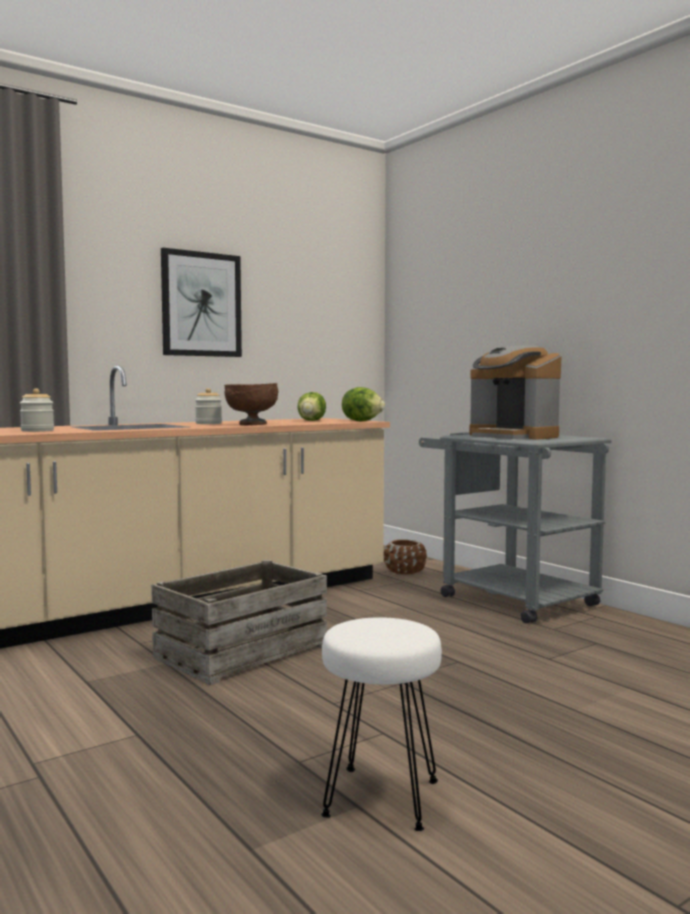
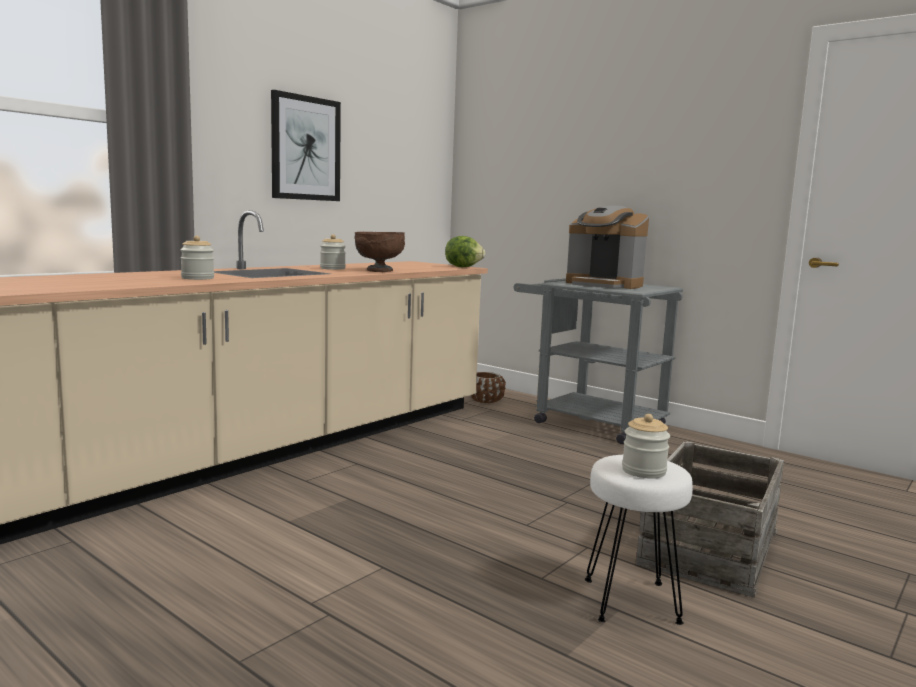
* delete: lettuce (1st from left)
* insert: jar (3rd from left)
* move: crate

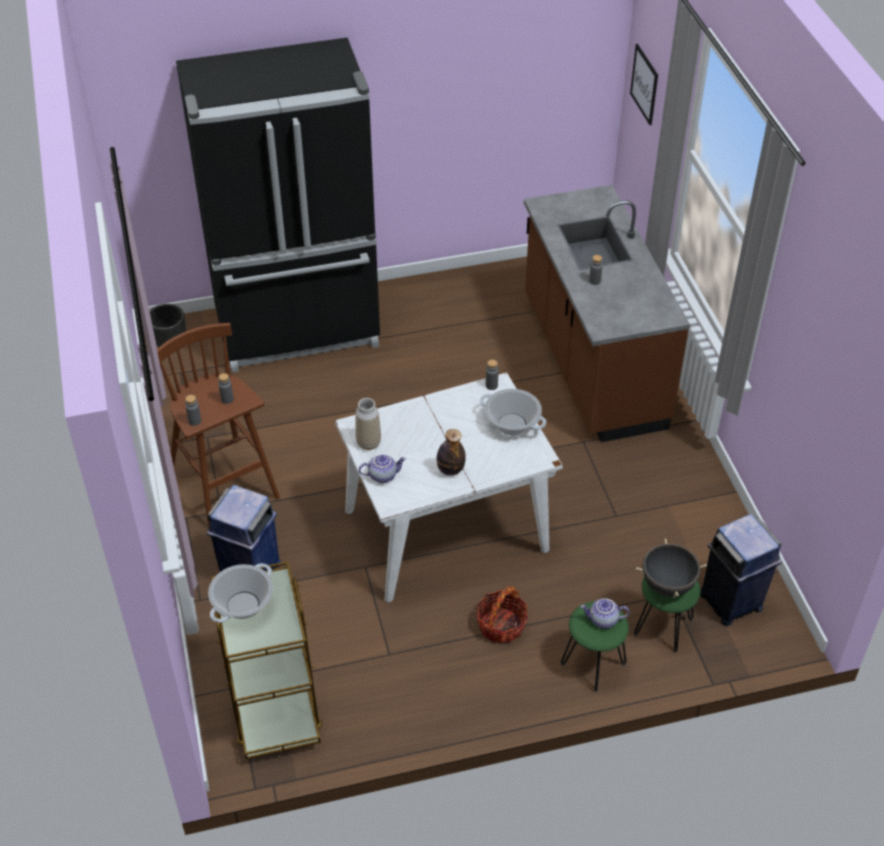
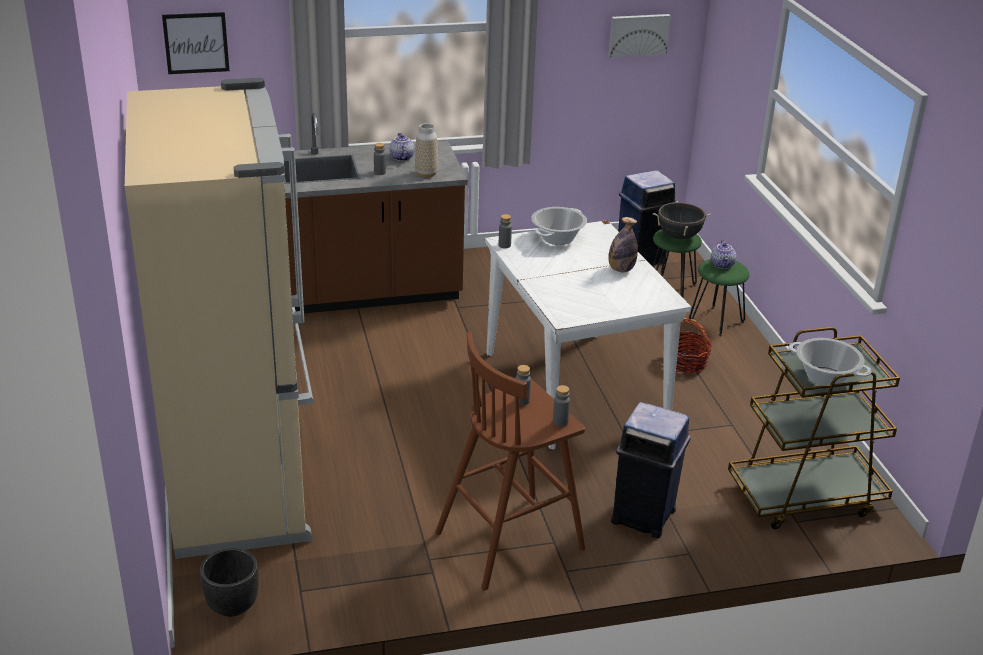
* insert: picture (2nd from left)
* move: vase
* move: teapot (1st from left)
* recolor: black fridge to beige fridge

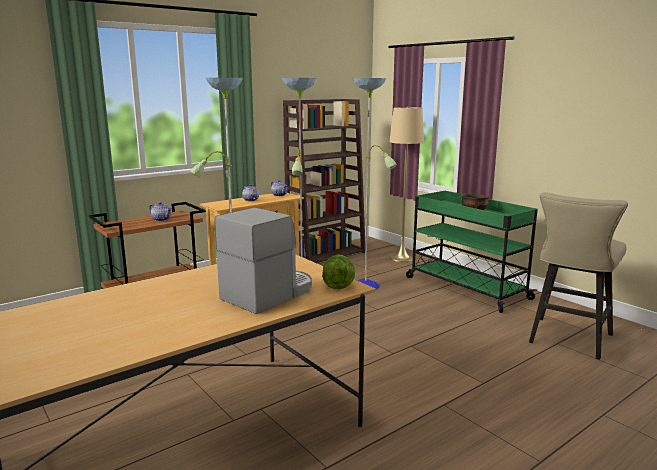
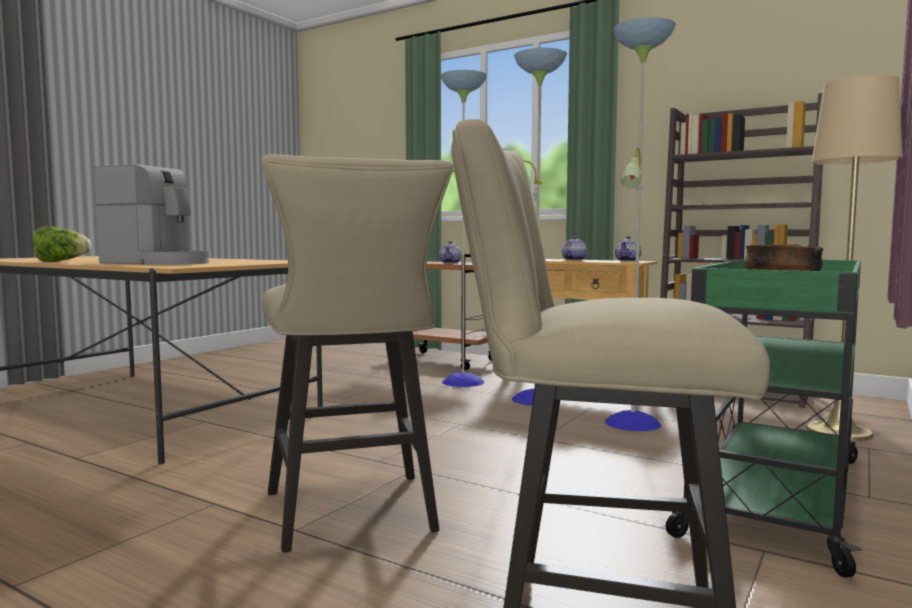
* insert: beige stool (1st from left)
* move: lettuce

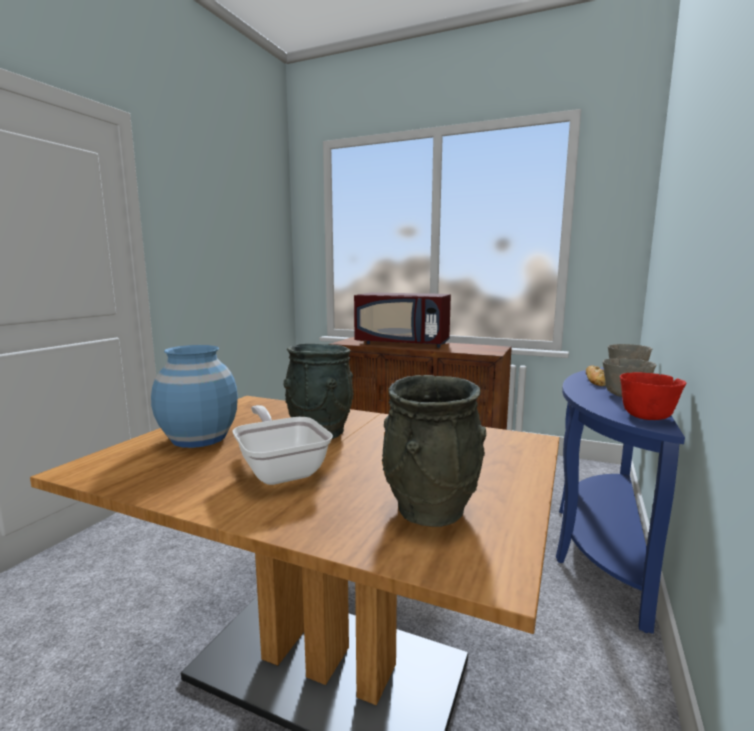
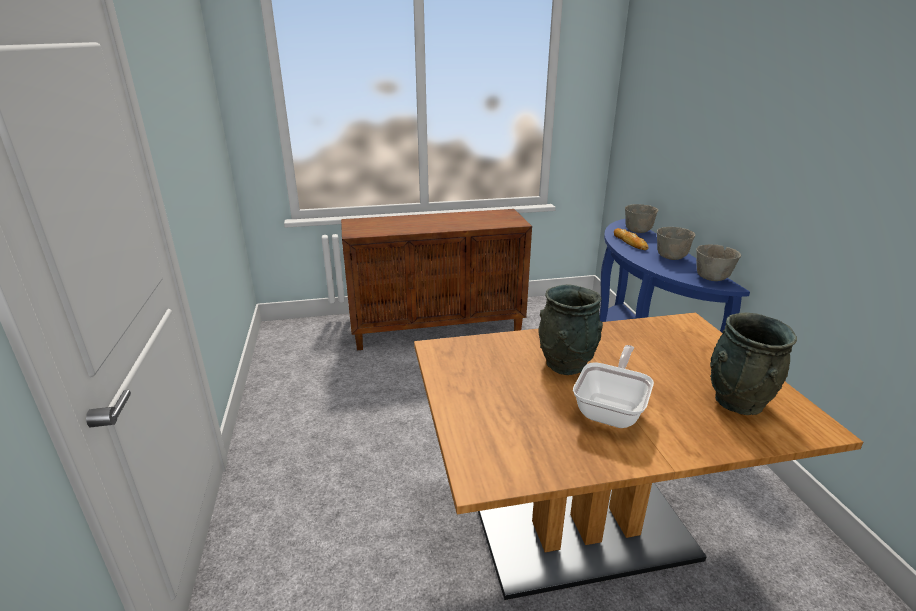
* delete: blue vase
* delete: red microwave
* recolor: red bowl to grey bowl (3rd from left)
* rotate: frying pan 90 degrees clockwise

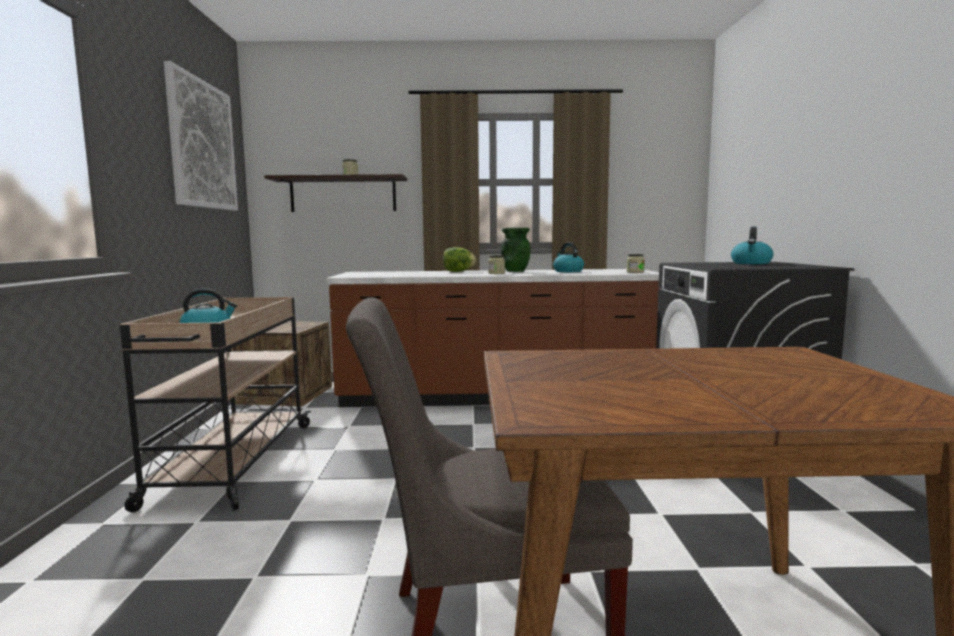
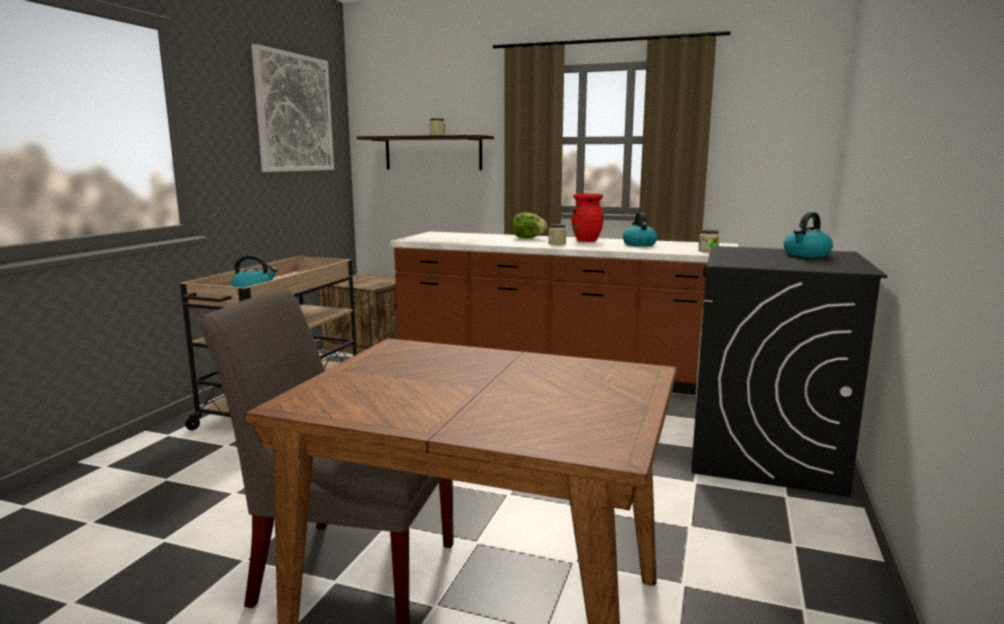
* recolor: green vase to red vase

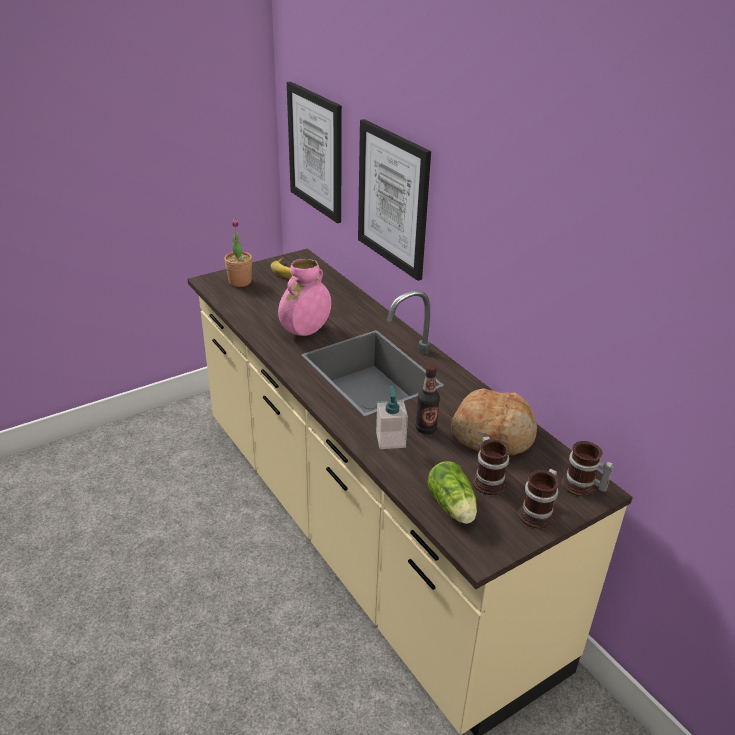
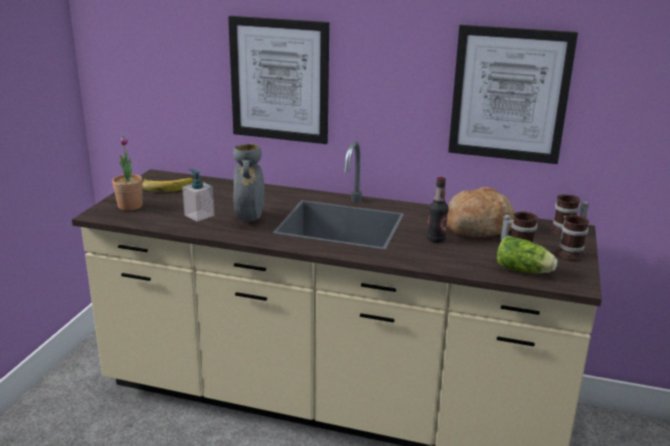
* move: picture (1st from left in the first image) to picture (2nd from left)
* move: soap dispenser
* recolor: pink vase to grey vase

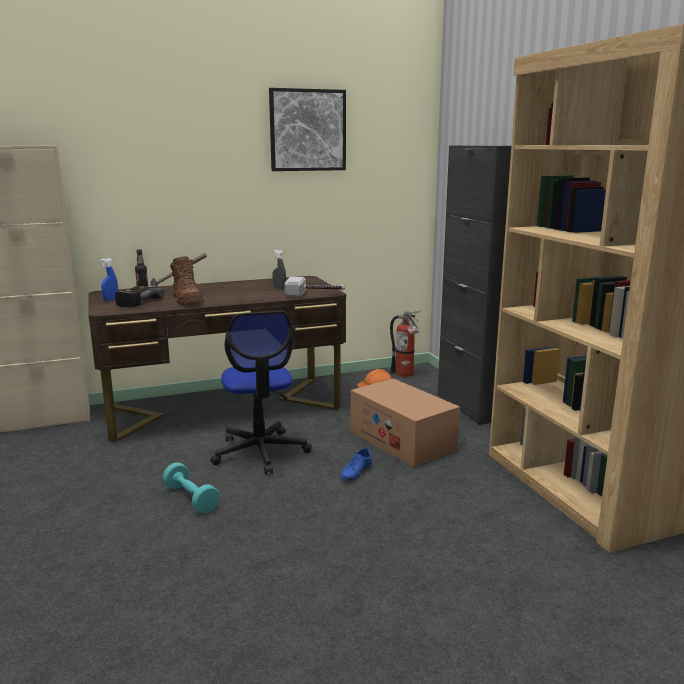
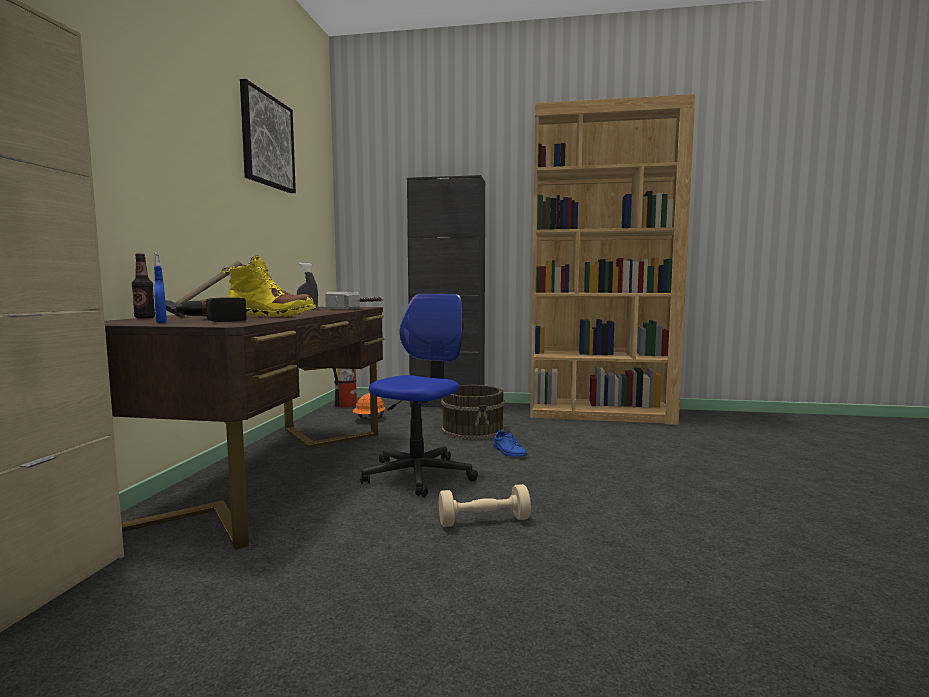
* replace: cardboard box to brown bucket
* recolor: turquoise dumbbell to beige dumbbell
* recolor: brown boot to yellow boot
* rotate: office chair 75 degrees counterclockwise

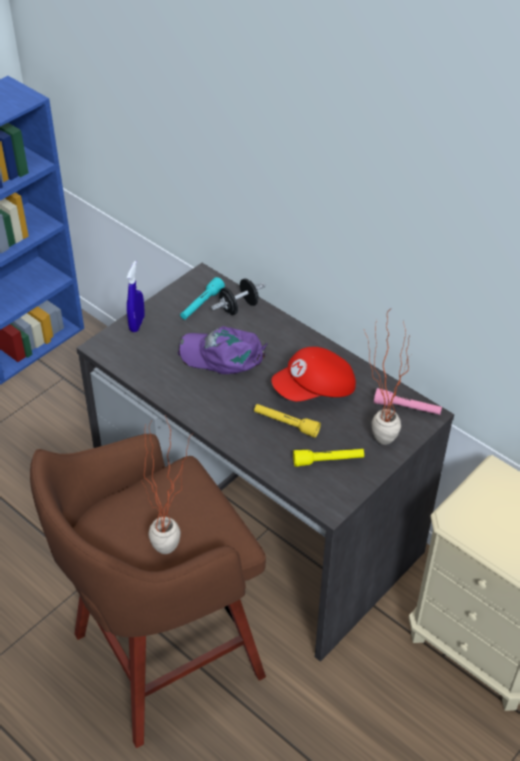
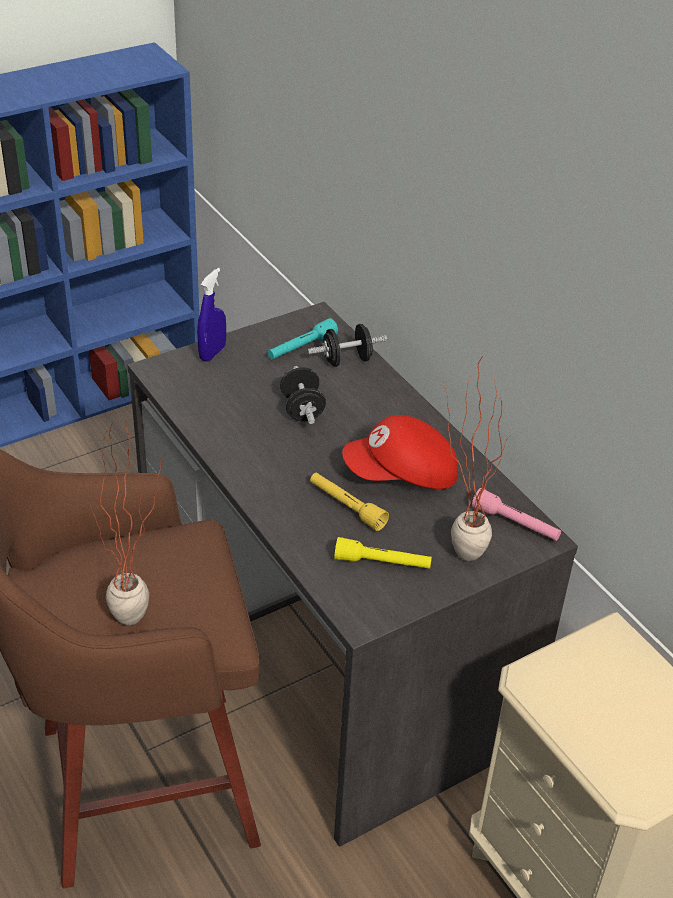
* replace: purple cap to black dumbbell (1st from left)

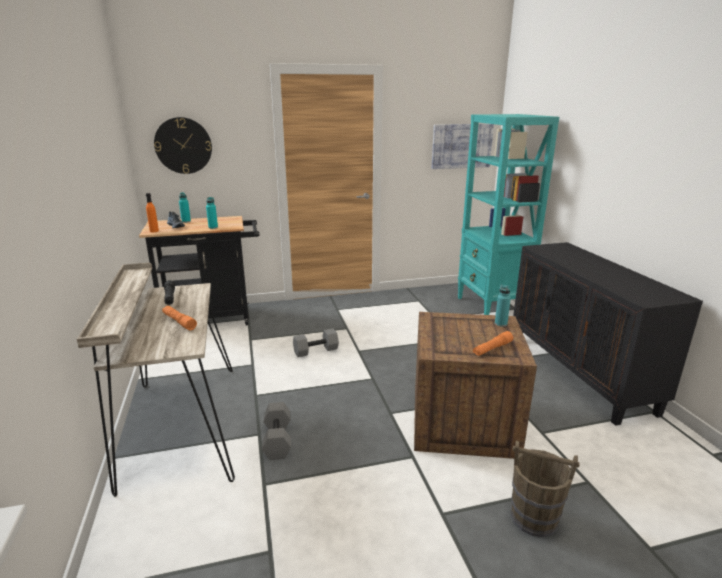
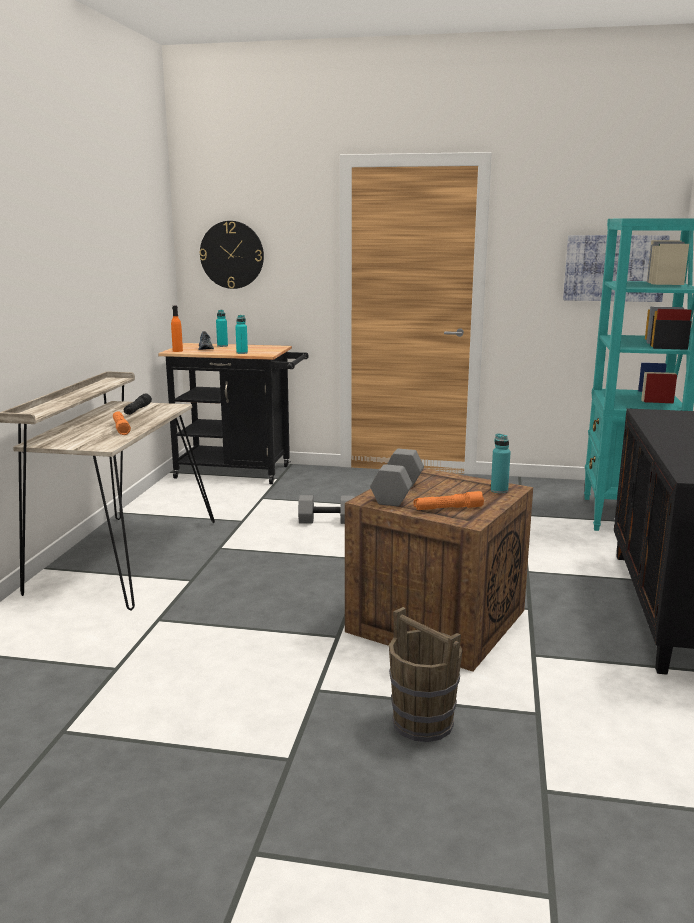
* move: grey dumbbell (1st from left in the first image) to grey dumbbell (2nd from left)

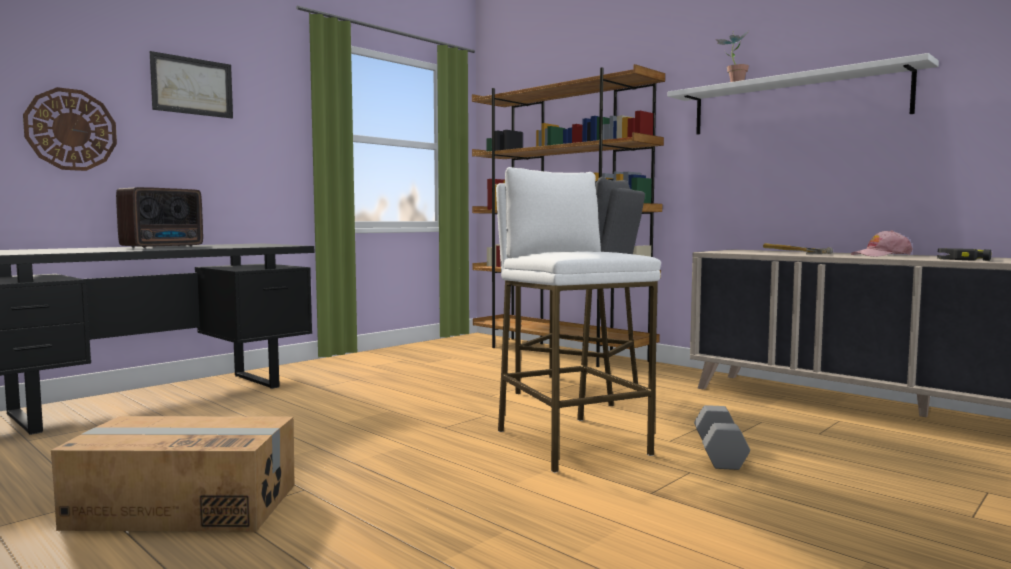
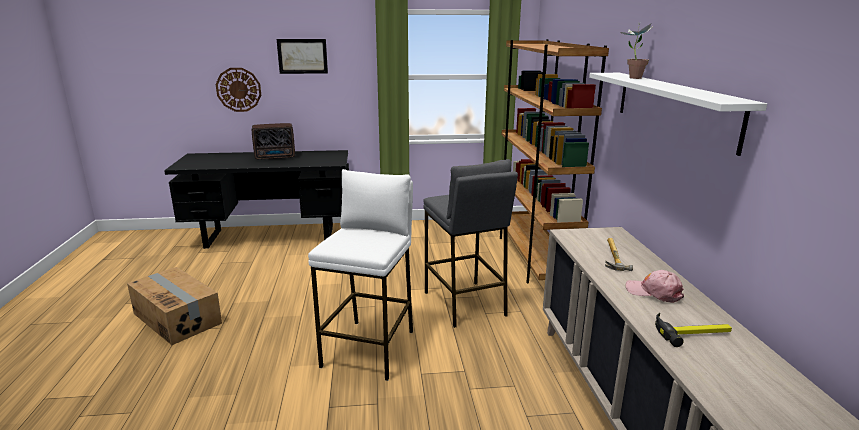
* delete: grey dumbbell

